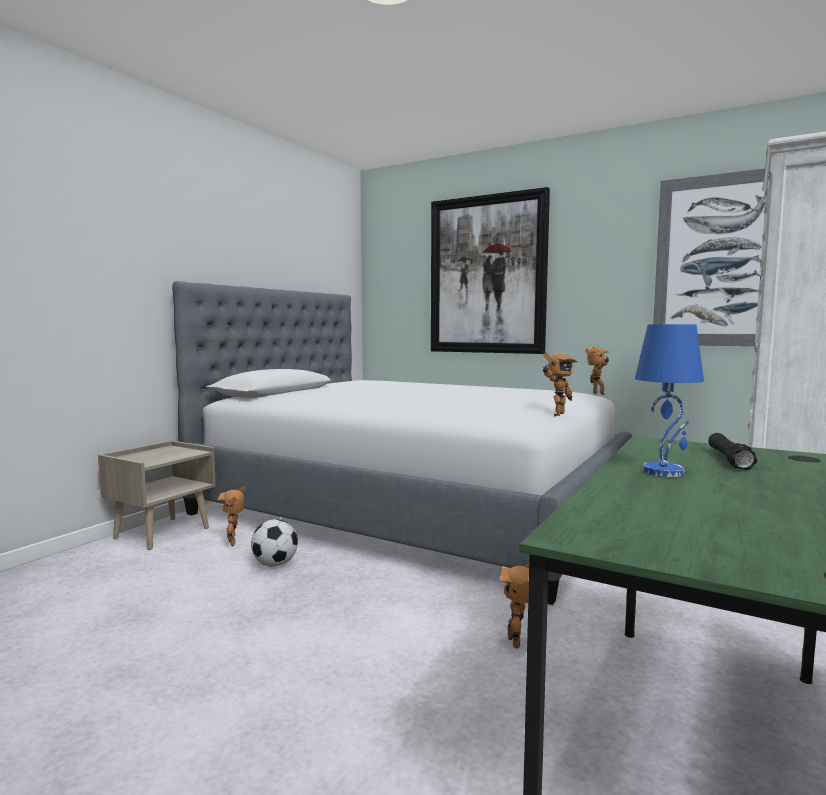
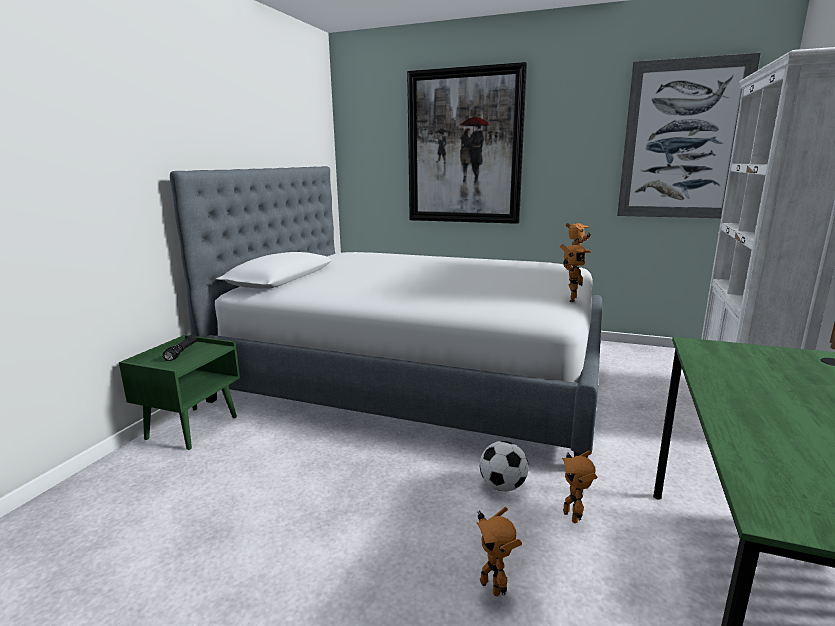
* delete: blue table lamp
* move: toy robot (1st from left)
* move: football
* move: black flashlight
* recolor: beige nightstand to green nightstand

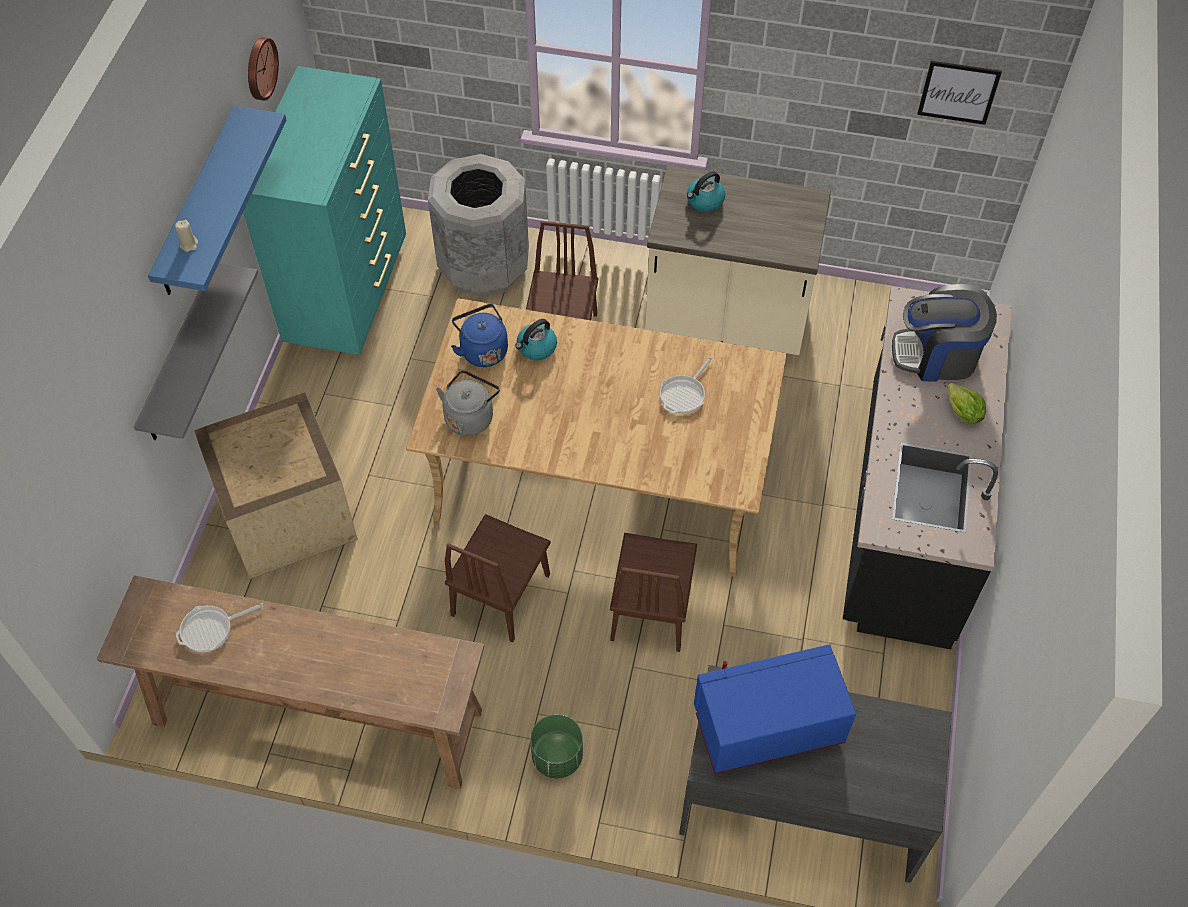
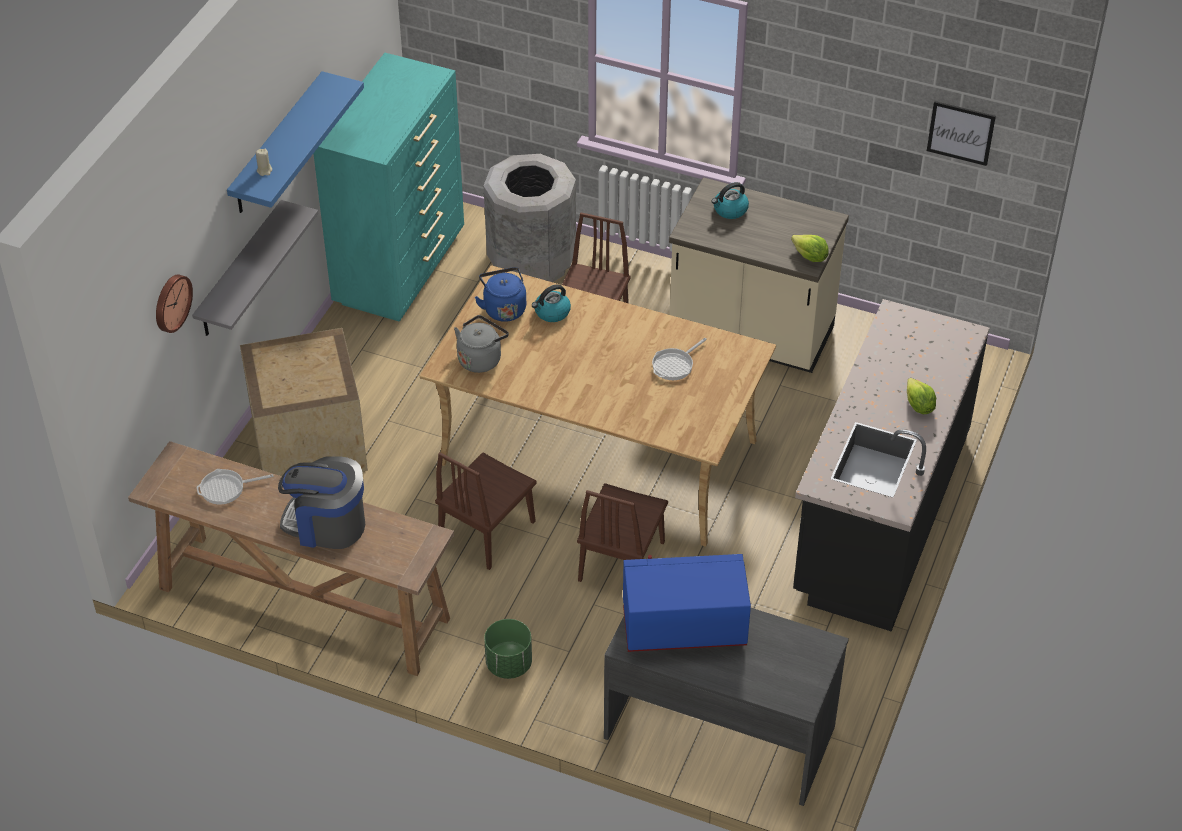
* insert: lettuce (1st from left)
* move: wall clock
* move: coffee machine

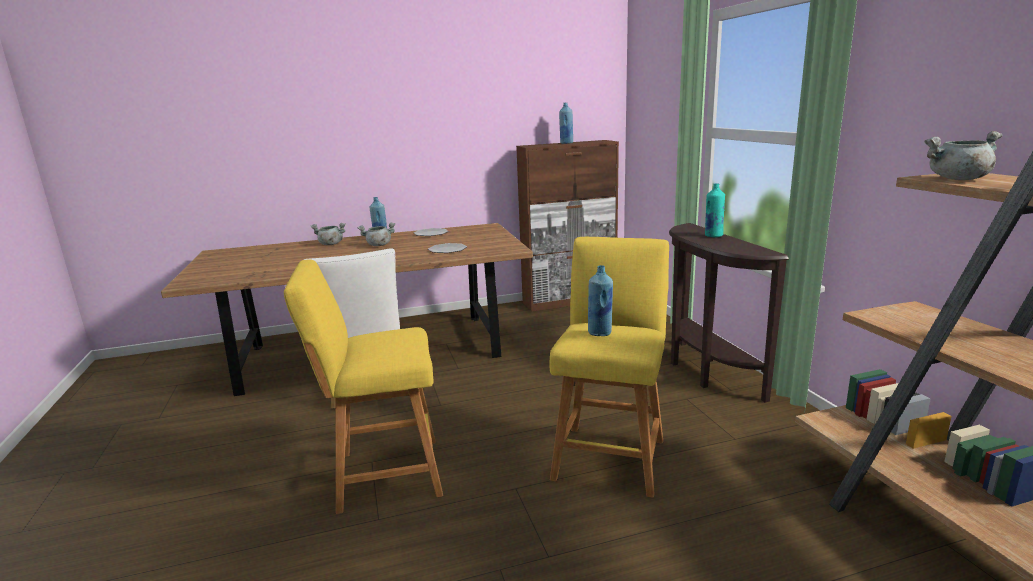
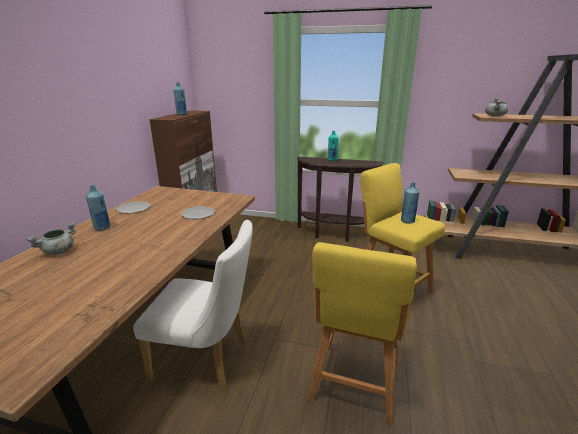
* delete: grey cooking pot (2nd from left)

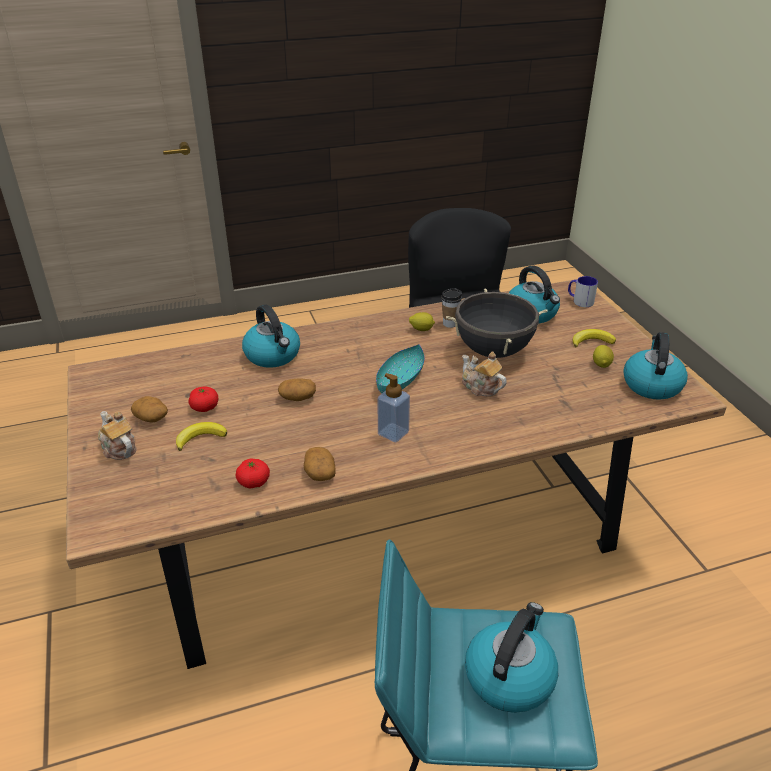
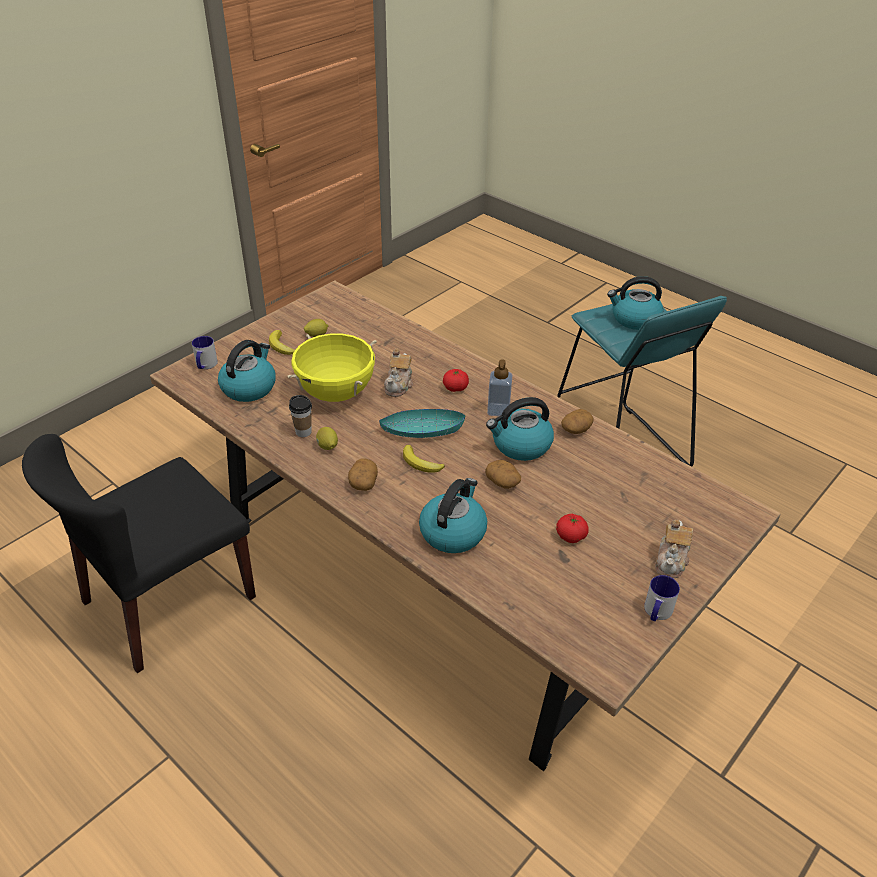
* insert: mug (2nd from left)
* move: potato (1st from left)
* move: banana (1st from left in the first image) to banana (2nd from left)
* move: tomato (2nd from left in the first image) to tomato (1st from left)
* move: kettle (4th from left in the first image) to kettle (3rd from left)
* recolor: black cooking pot to yellow cooking pot

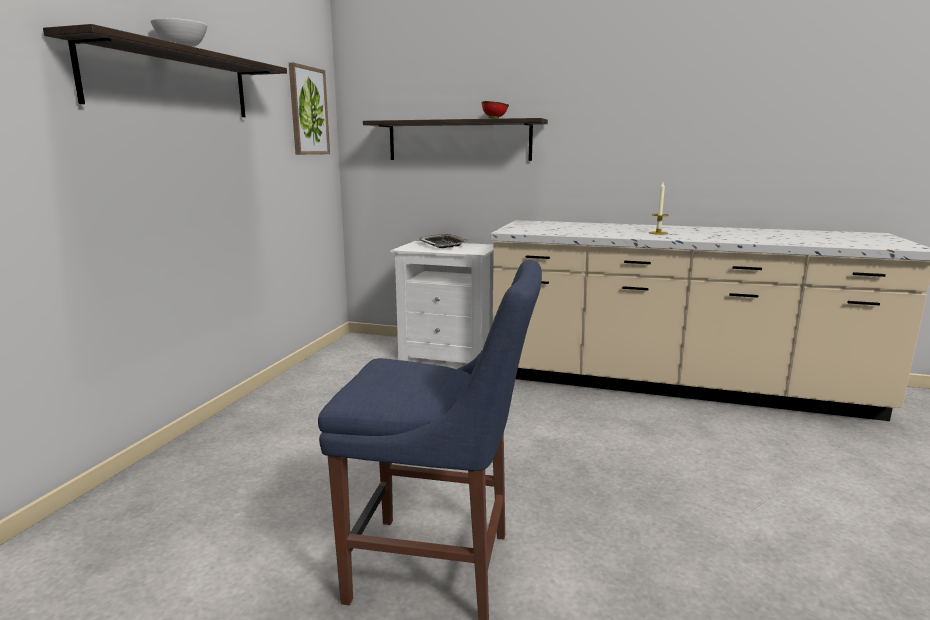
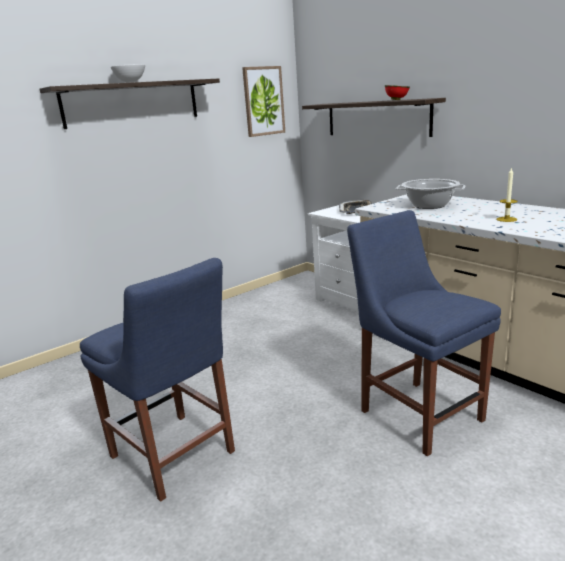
* insert: blue chair (2nd from left)
* insert: cooking pot

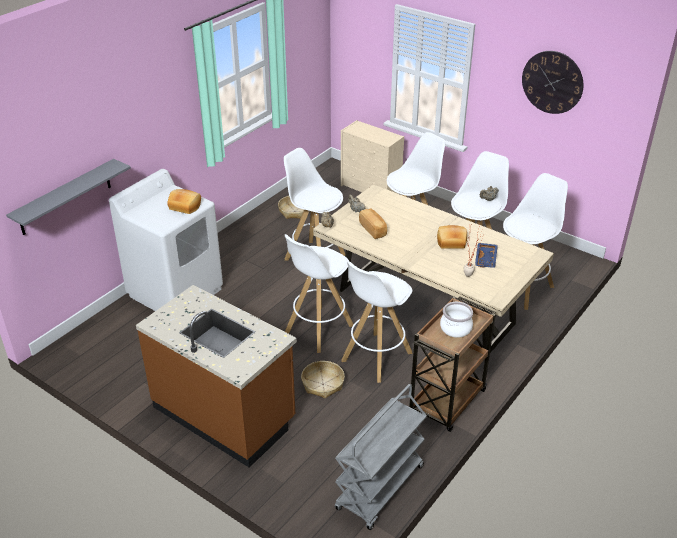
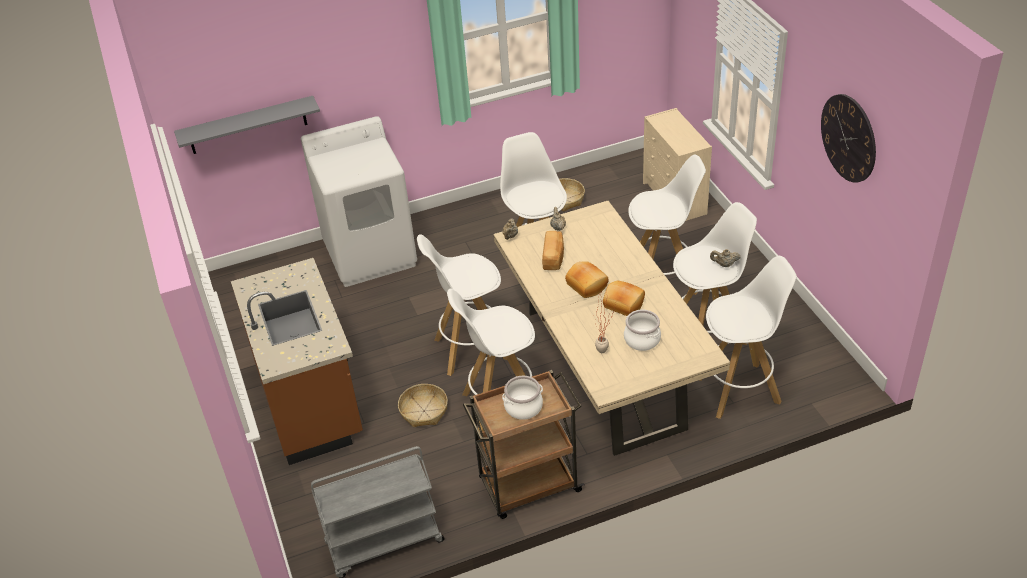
* move: bread (1st from left in the first image) to bread (2nd from left)
* replace: blue tray to cooking pot (2nd from left)

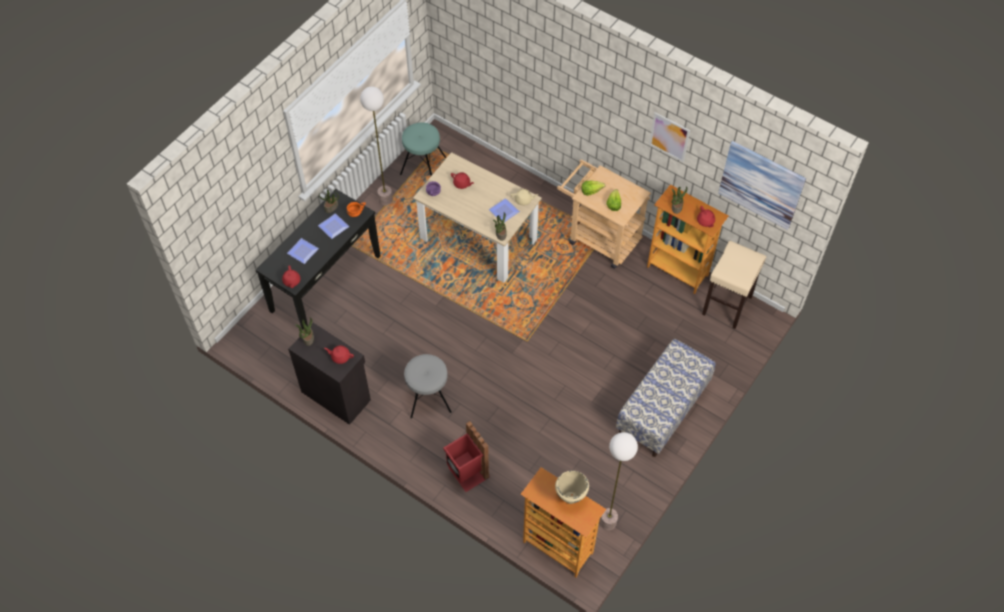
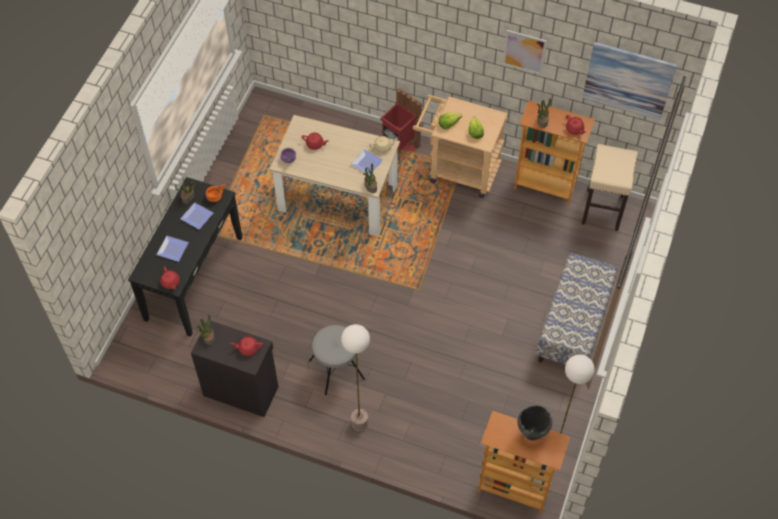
* delete: turquoise stool
* move: floor lamp (1st from left)
* move: red trash can
* recolor: beige cooking pot to black cooking pot

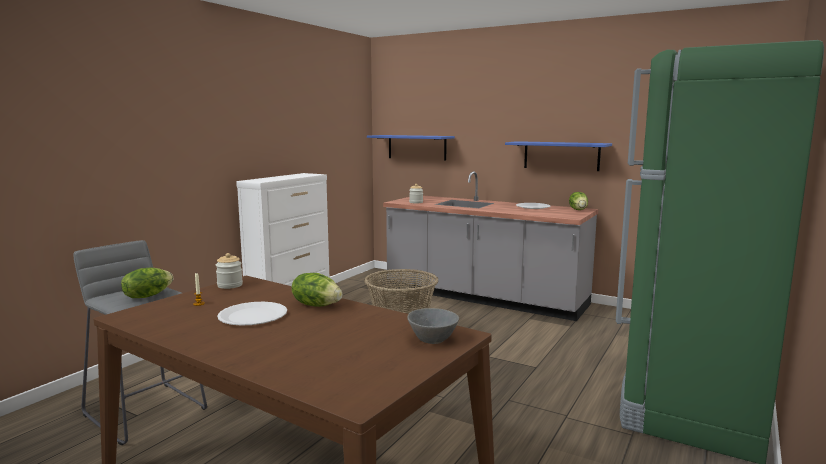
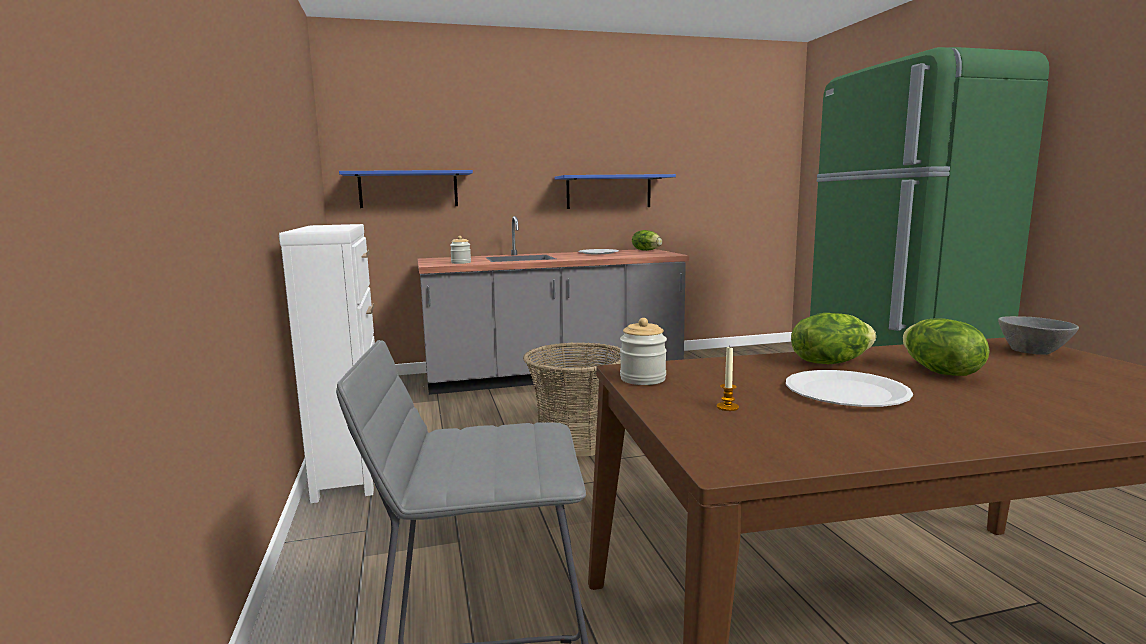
* move: lettuce (1st from left in the first image) to lettuce (3rd from left)

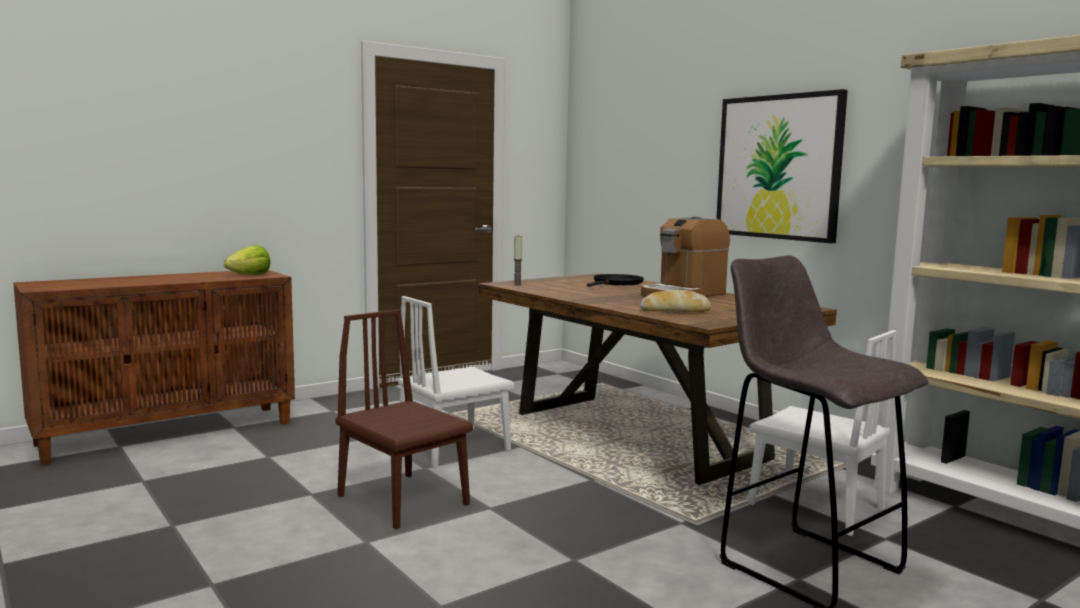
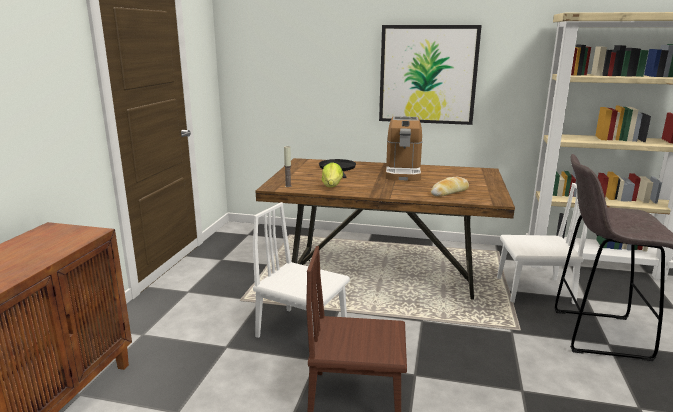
* move: lettuce
* rotate: white chair (1st from left) 105 degrees clockwise

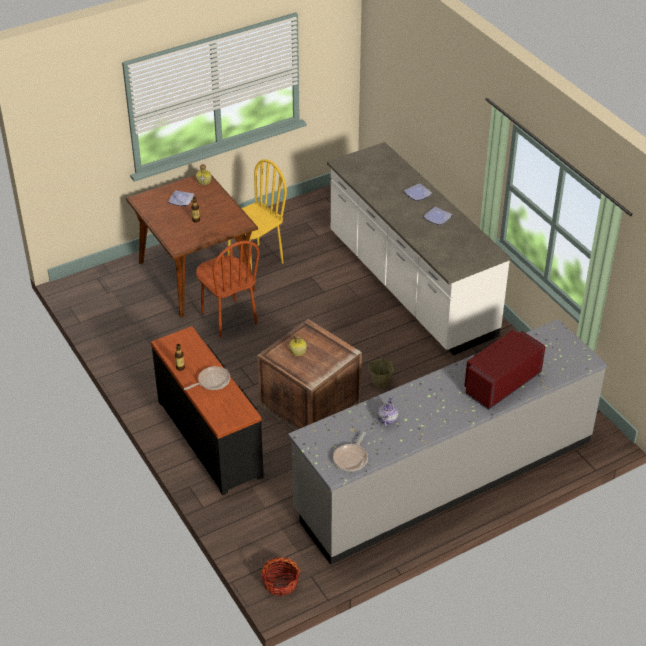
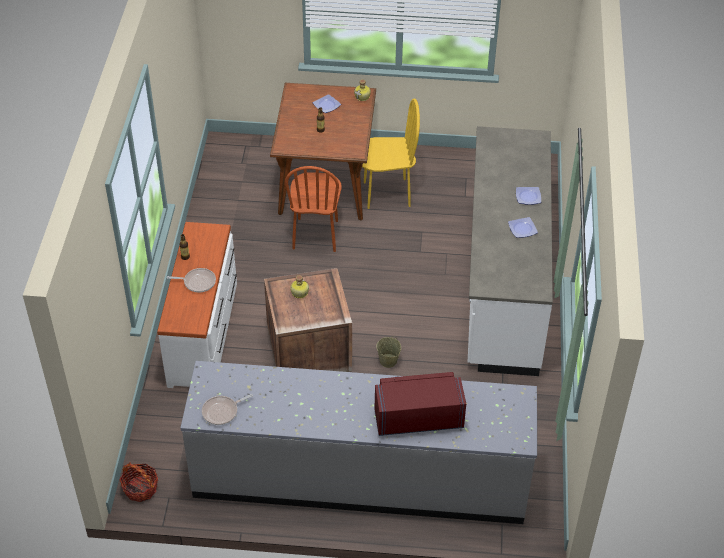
* delete: teapot
* recolor: black dresser to white dresser

